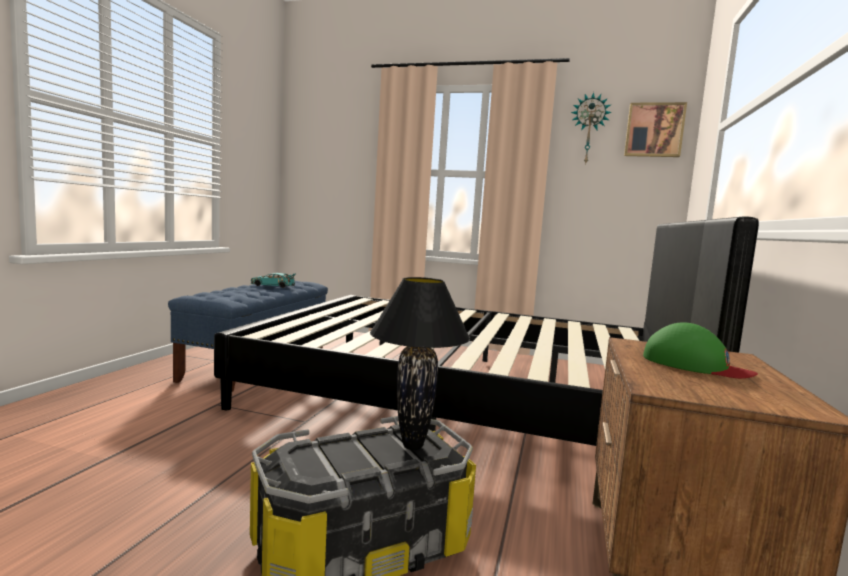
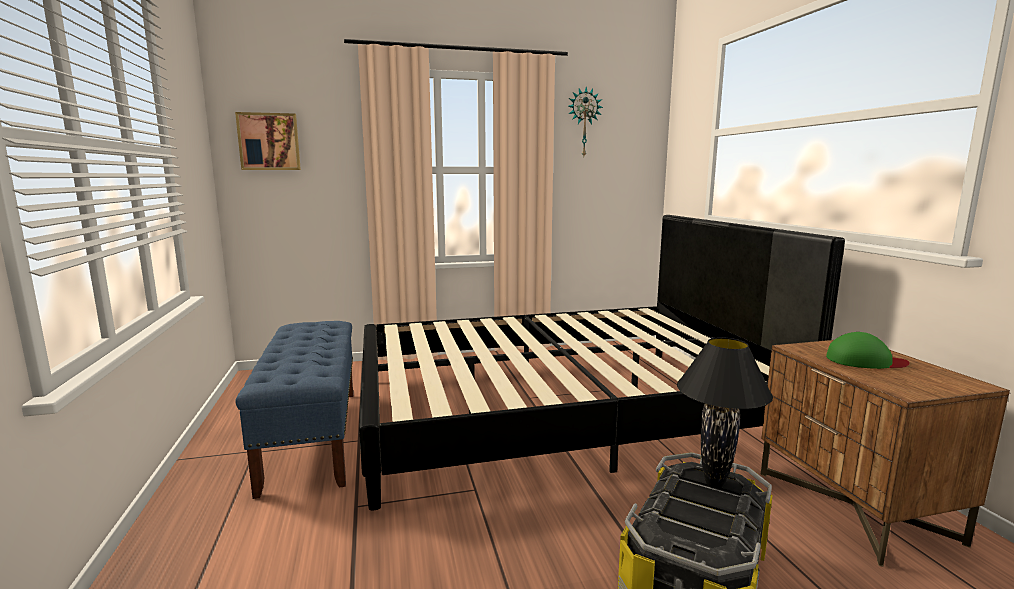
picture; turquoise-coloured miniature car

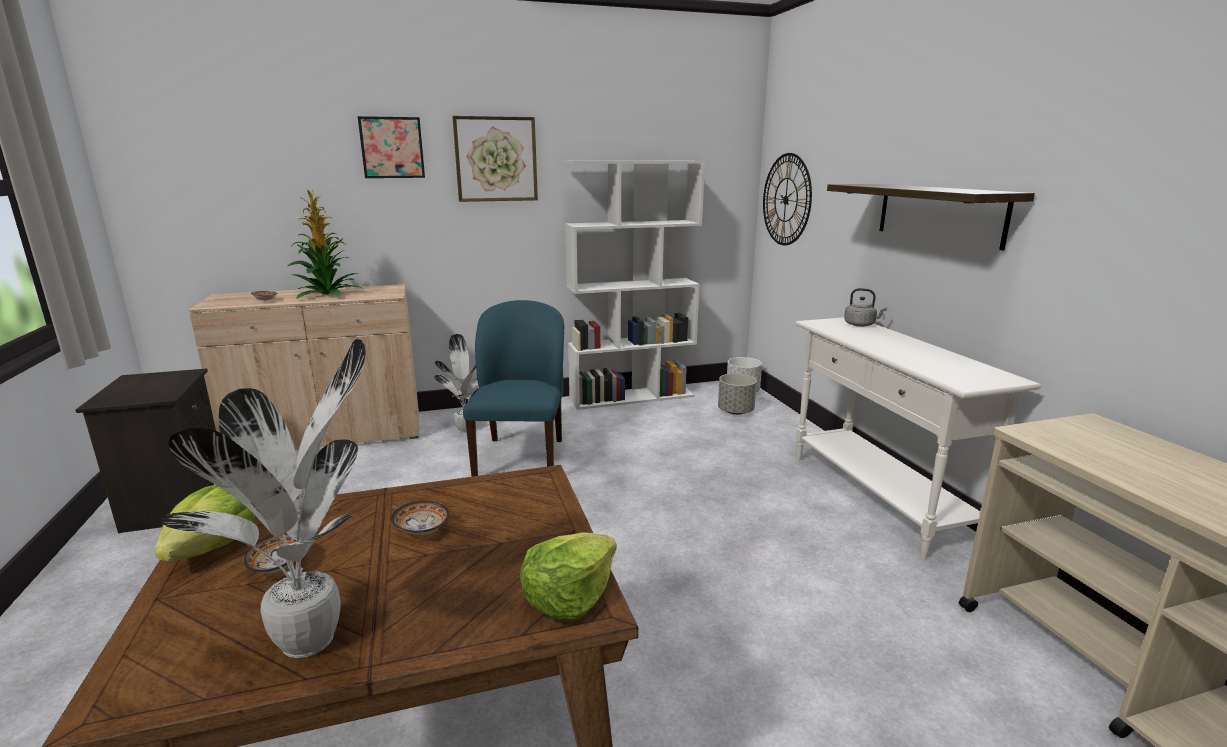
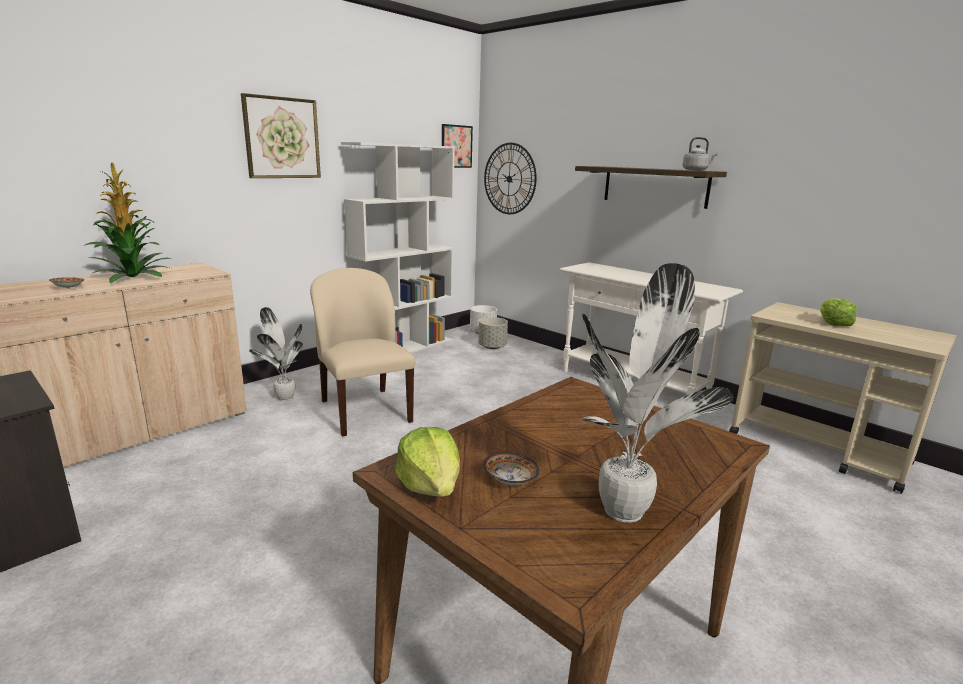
picture (no. 2 from left); grey water kettle; beige-coloured chair; bowl (no. 3 from left in the first image); head of lettuce (no. 2 from left)

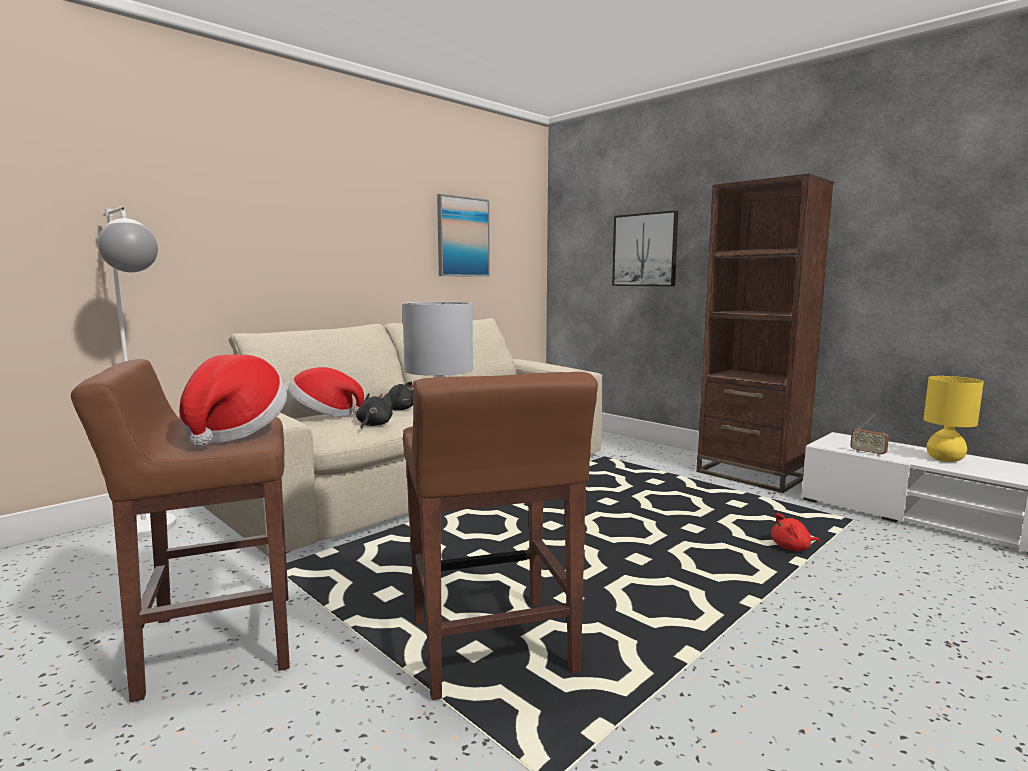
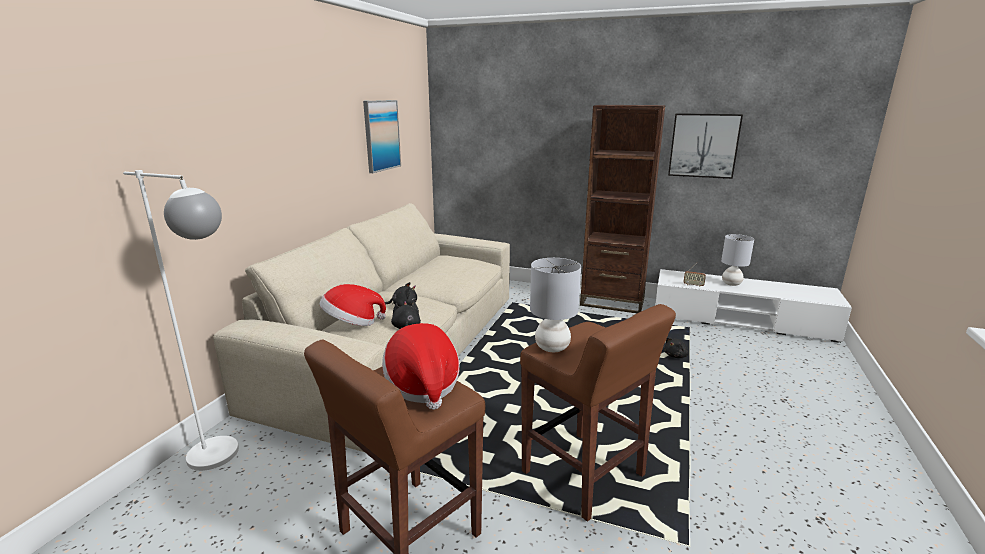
picture (no. 2 from left); grey lamp for a table (no. 2 from left); black-coloured soft toy (no. 3 from left)

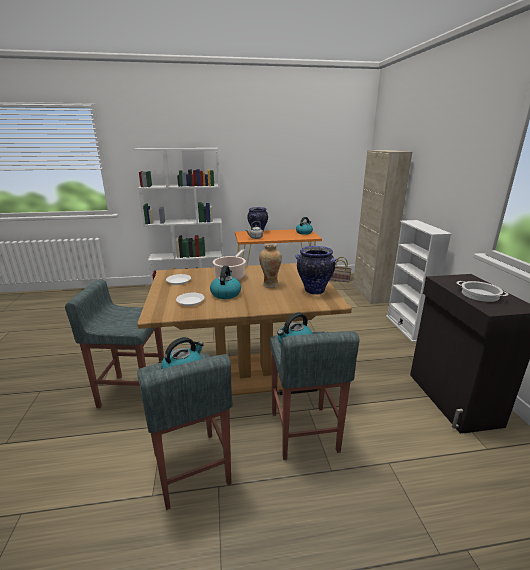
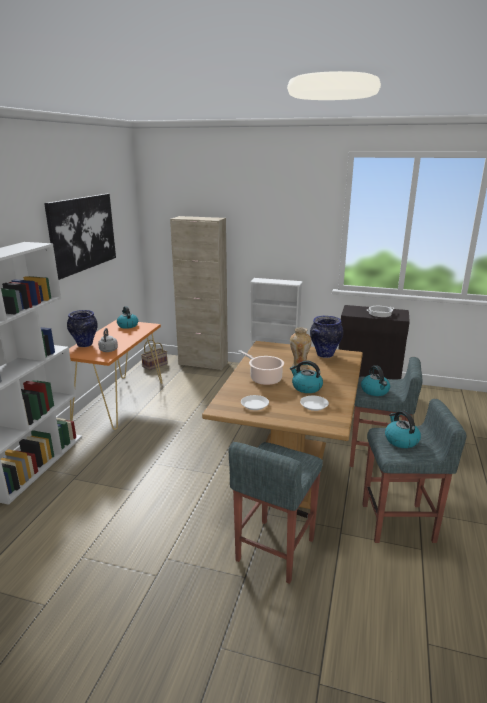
picture

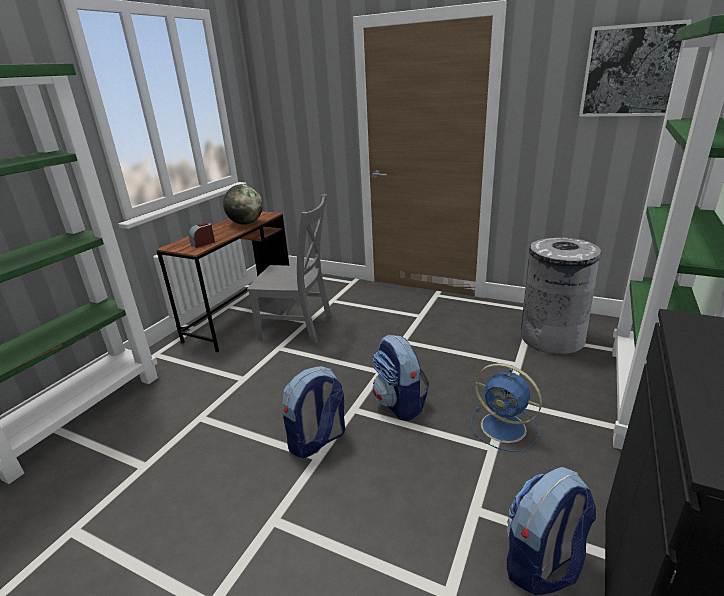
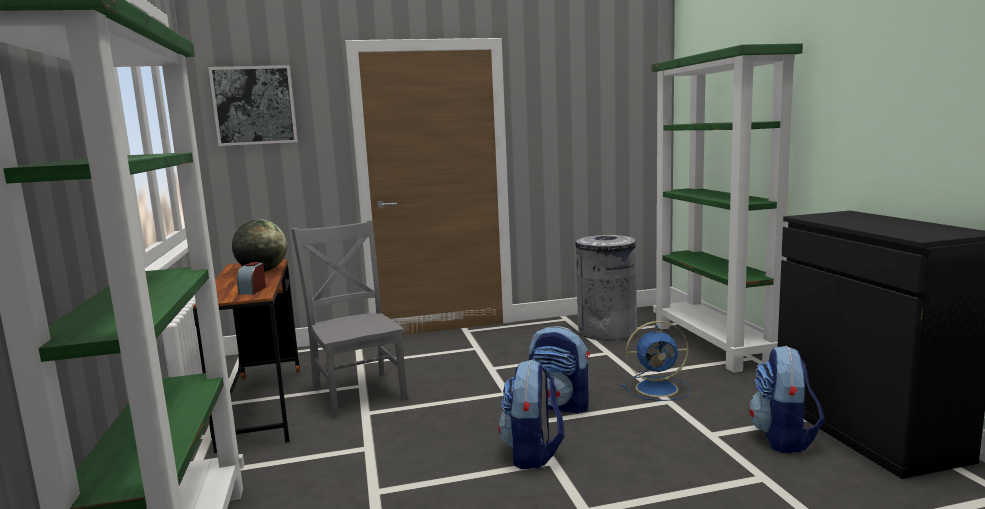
picture; grey chair

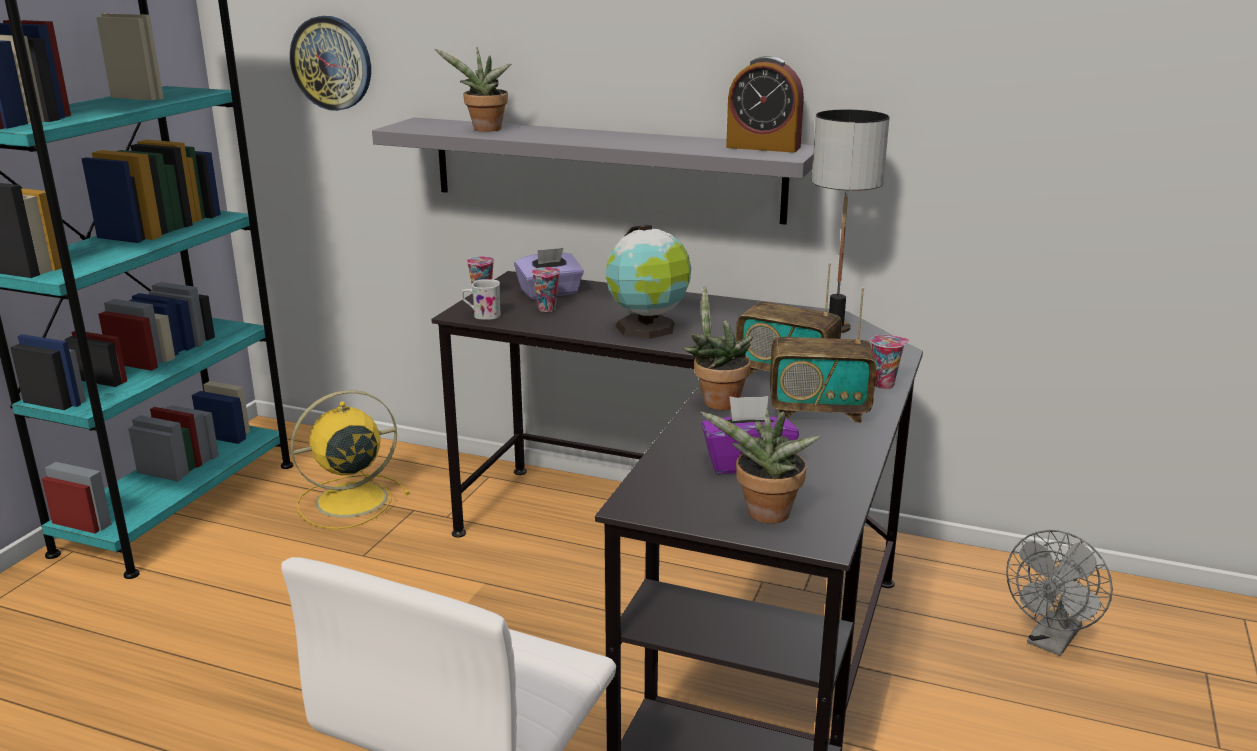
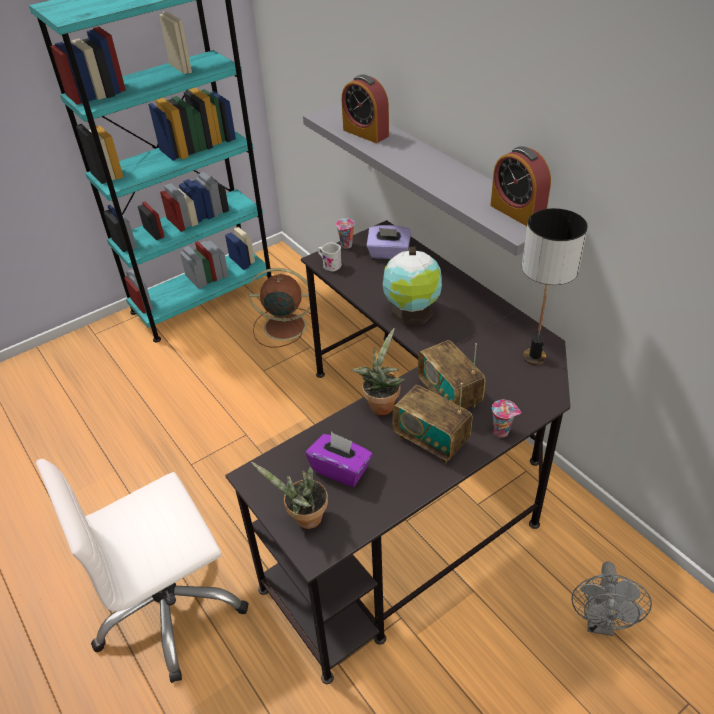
clock on the wall; table clock (no. 1 from left); drinking cup (no. 2 from left in the first image); brownish fan; grey fan

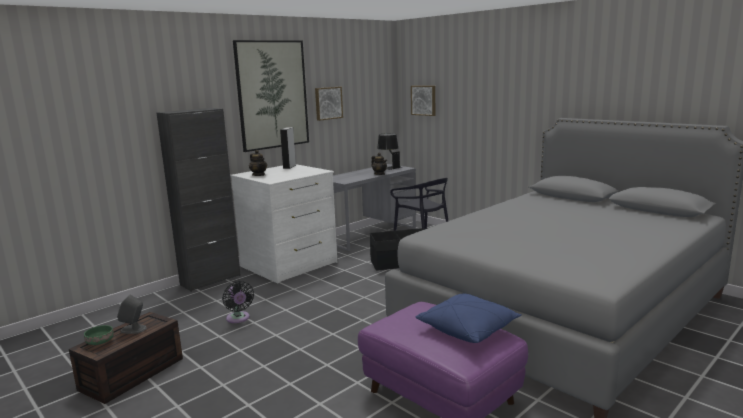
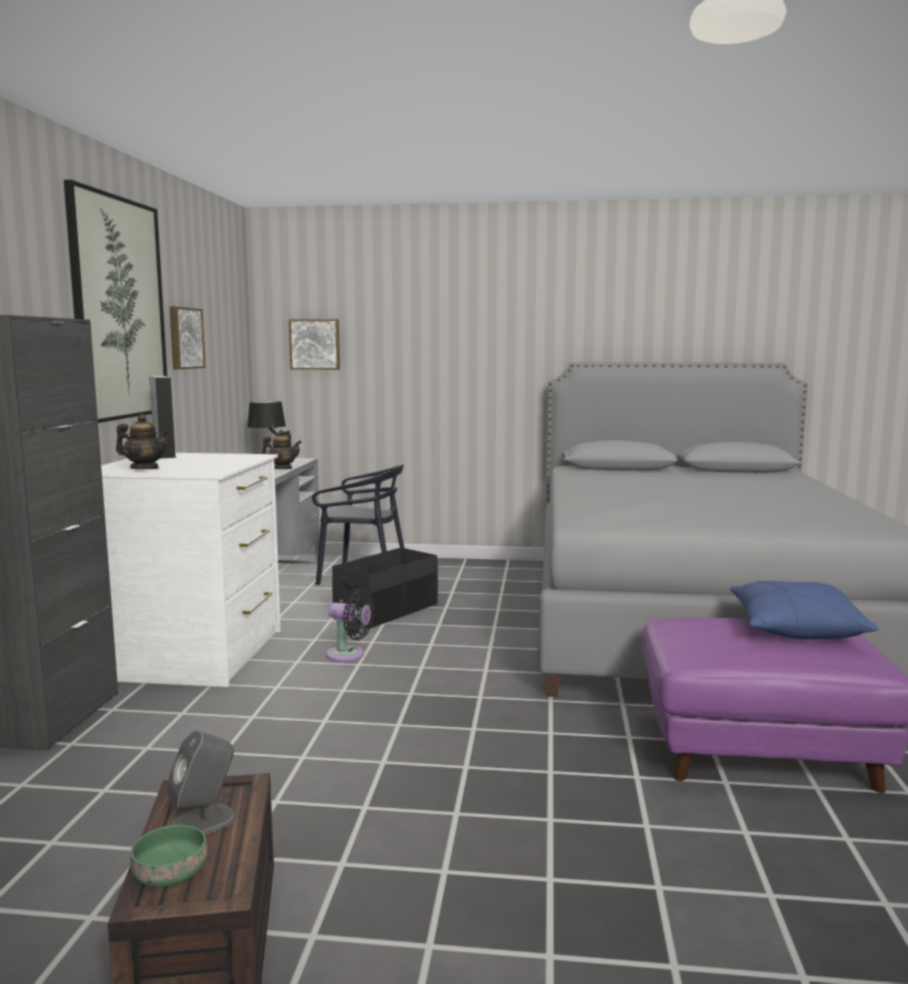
black-coloured fan

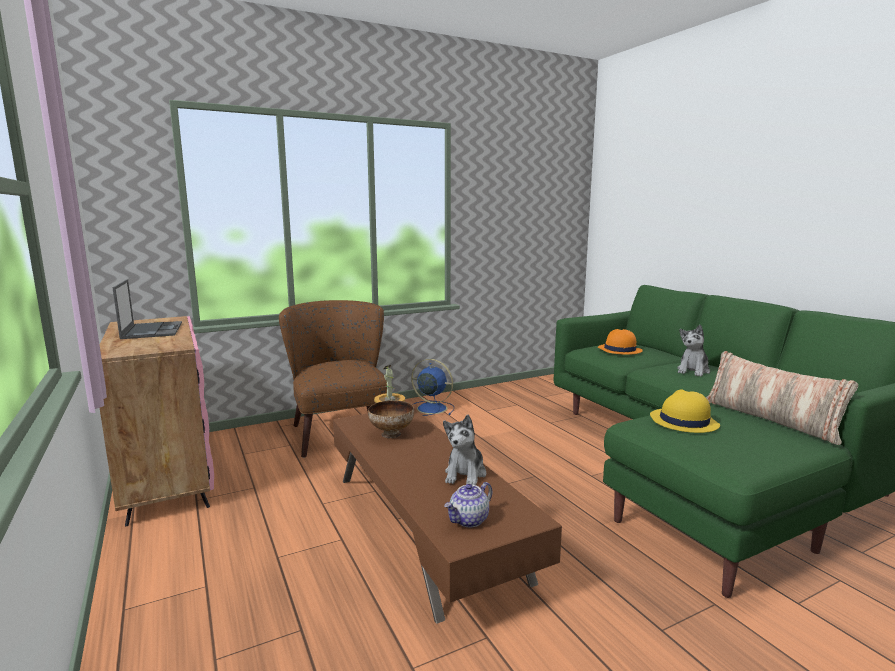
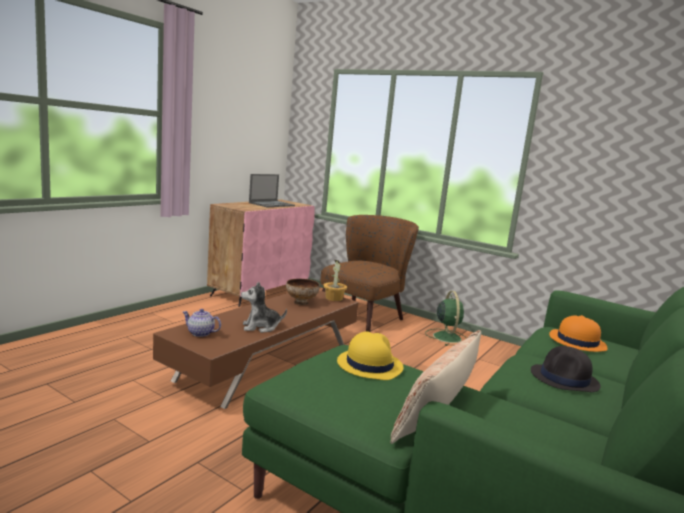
black-coloured clothing hat; green fan

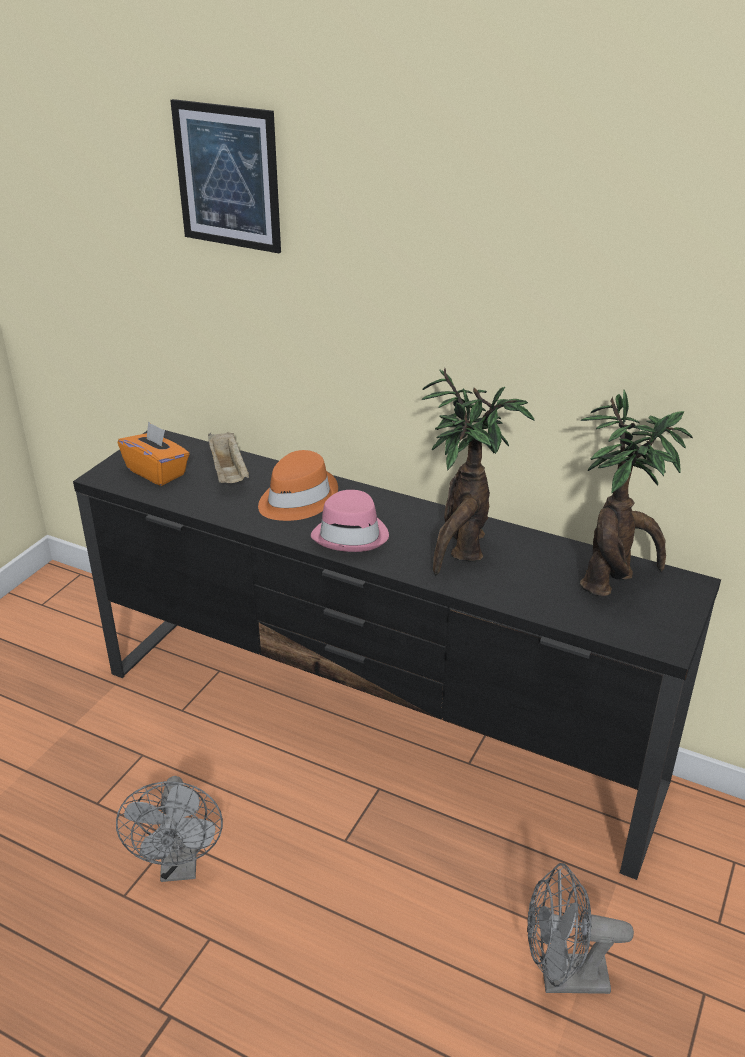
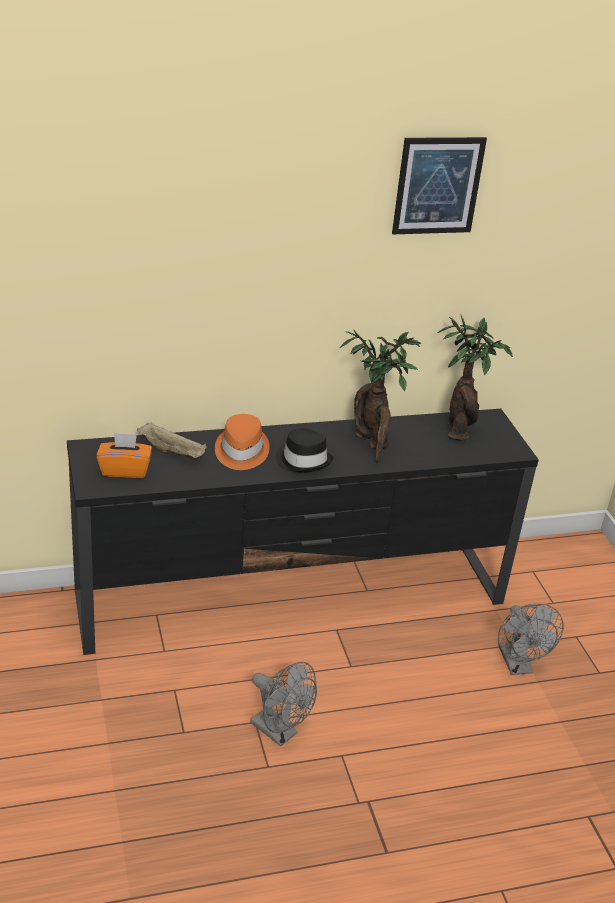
picture; black-coloured clothing hat; grey fan (no. 2 from left)

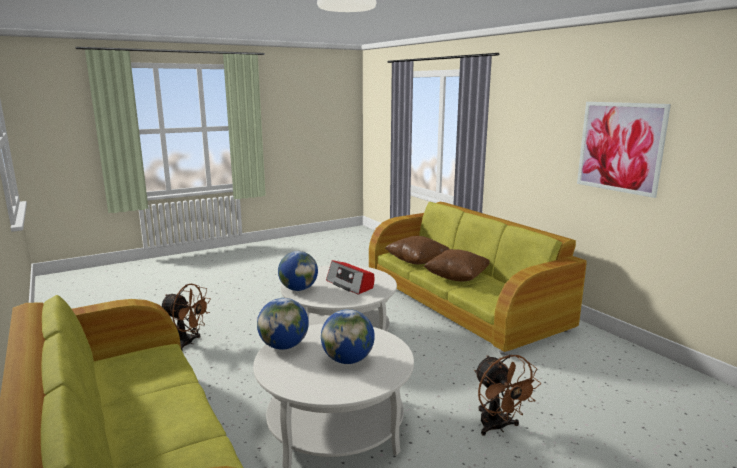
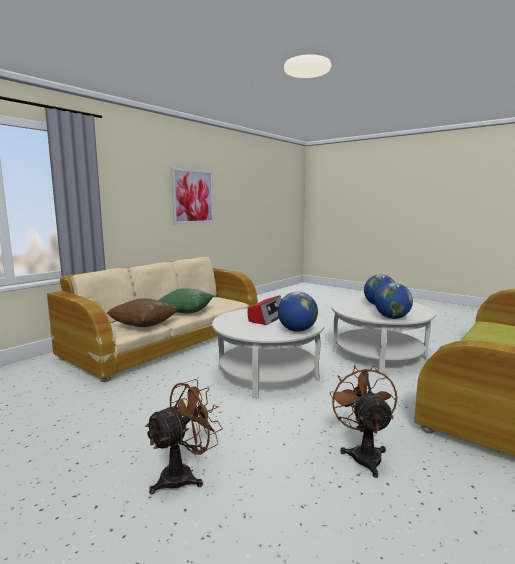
beige-coloured settee; green throw pillow; brownish fan (no. 1 from left)

